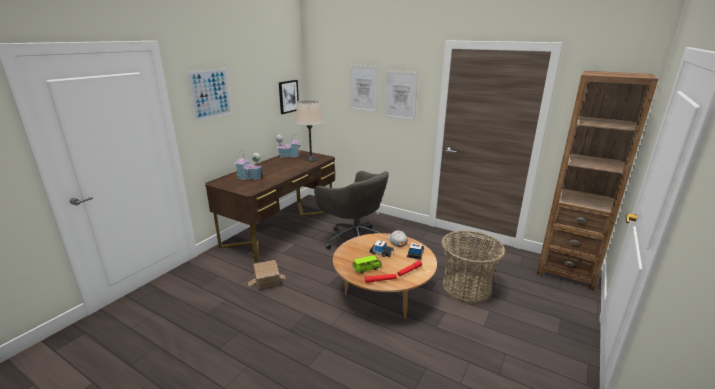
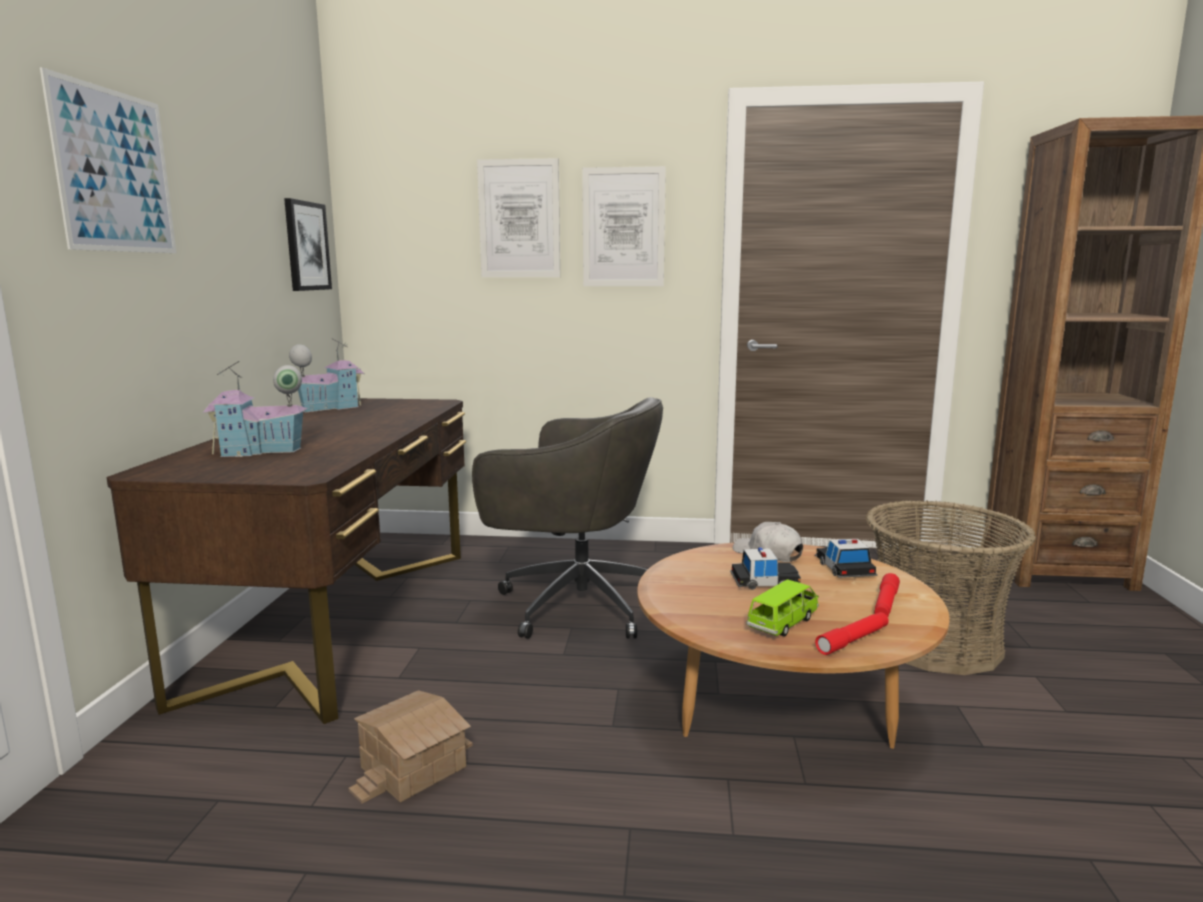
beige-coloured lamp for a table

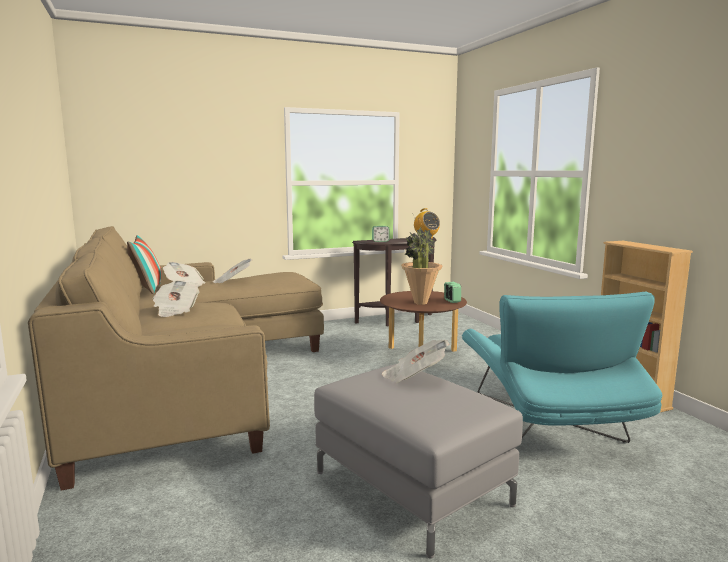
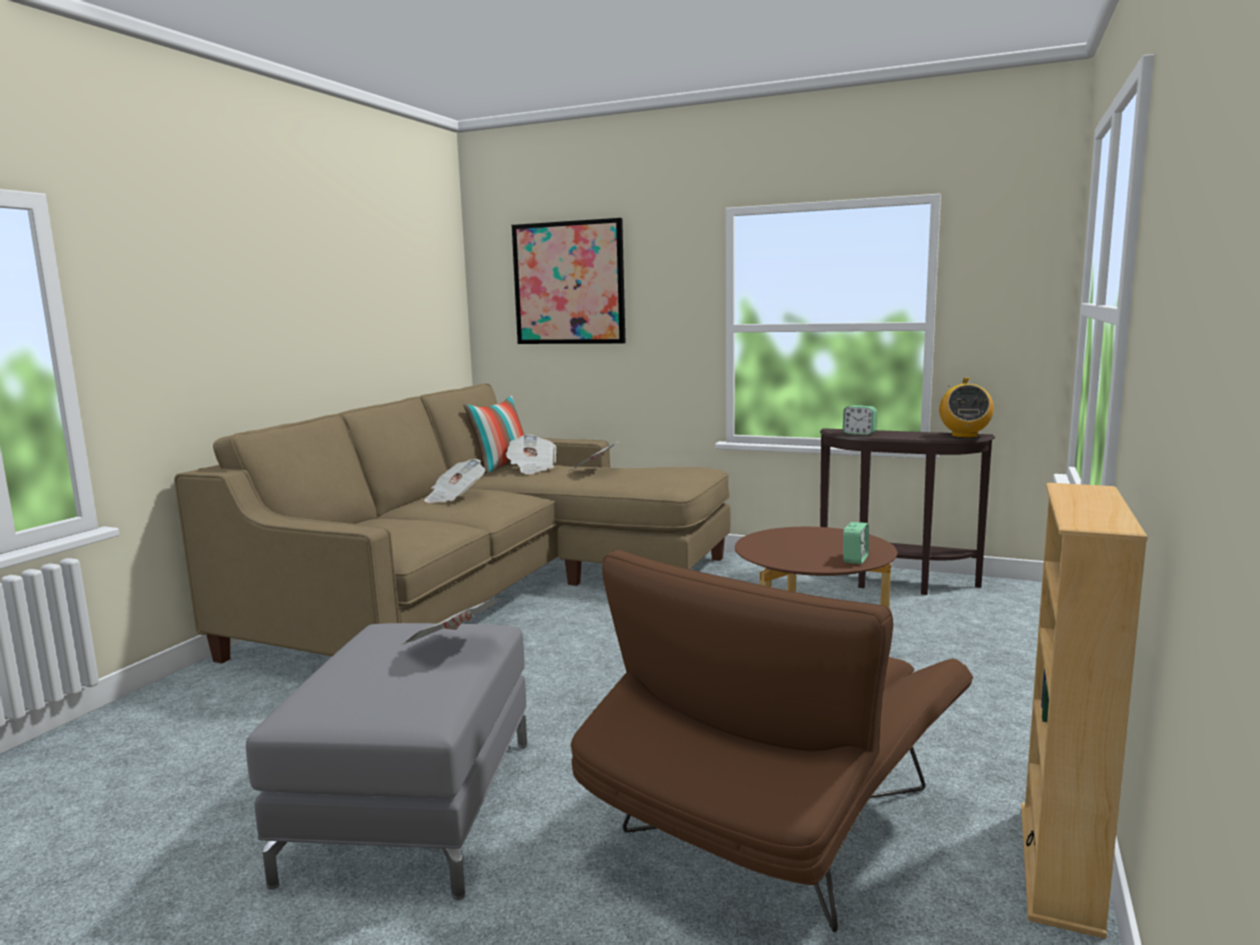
houseplant; brownish easy chair; picture

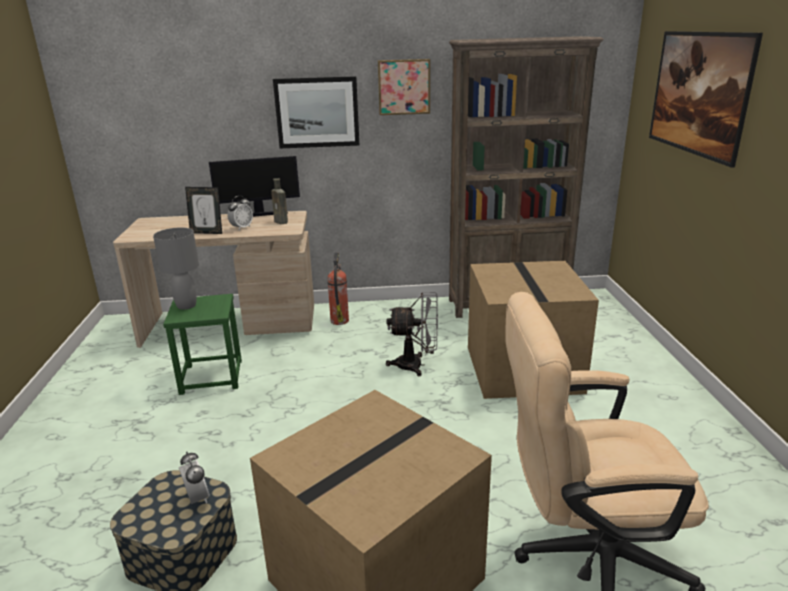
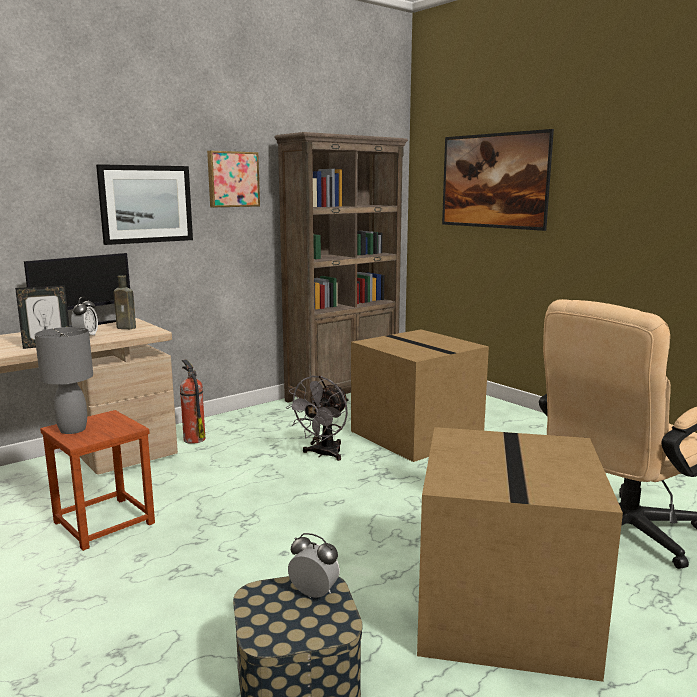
grey fan; brownish stool seat

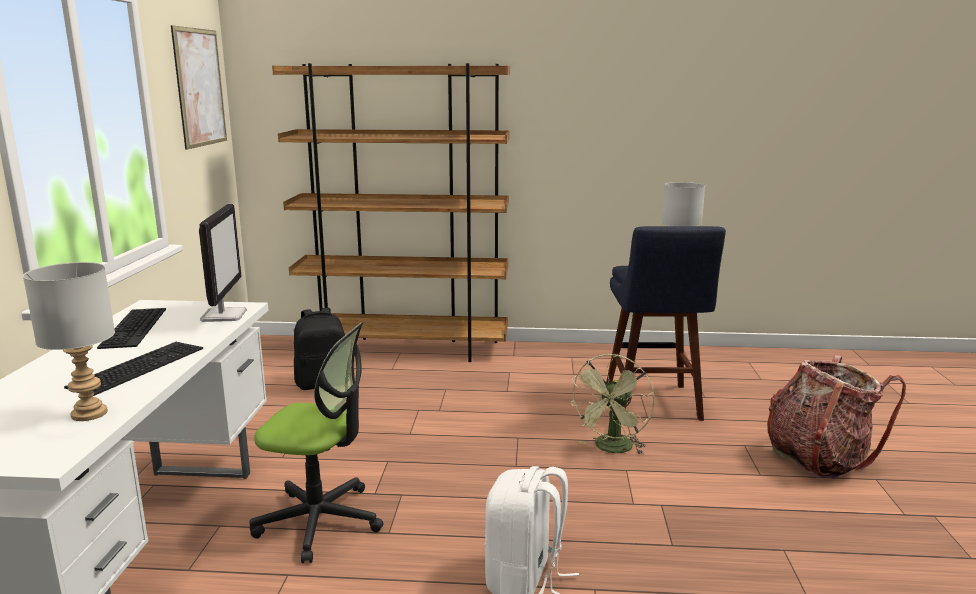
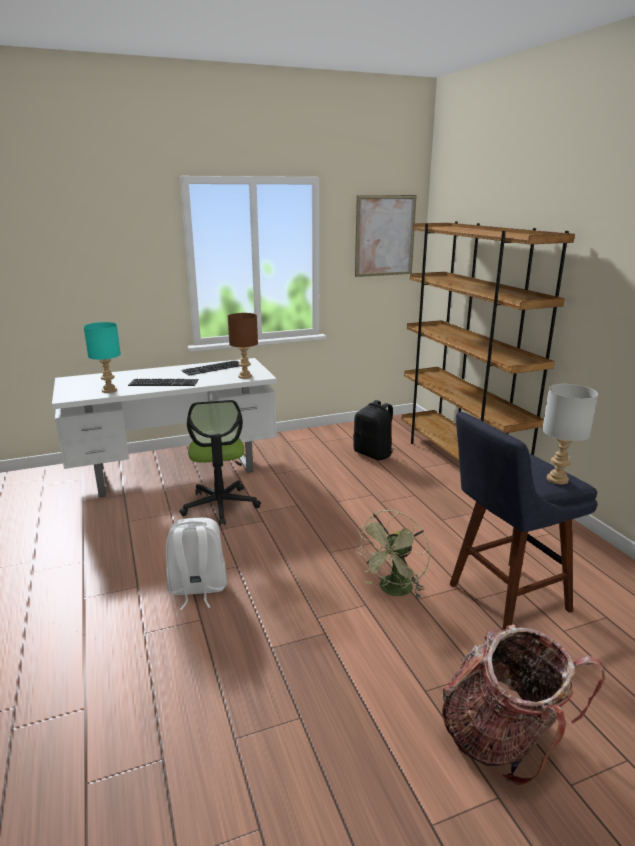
brownish lamp for a table; turquoise-coloured lamp for a table; green fan

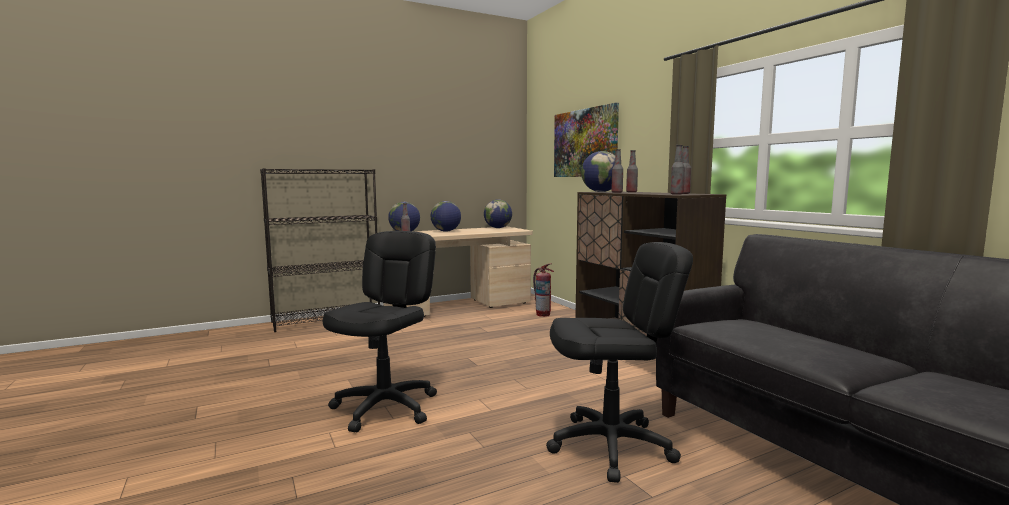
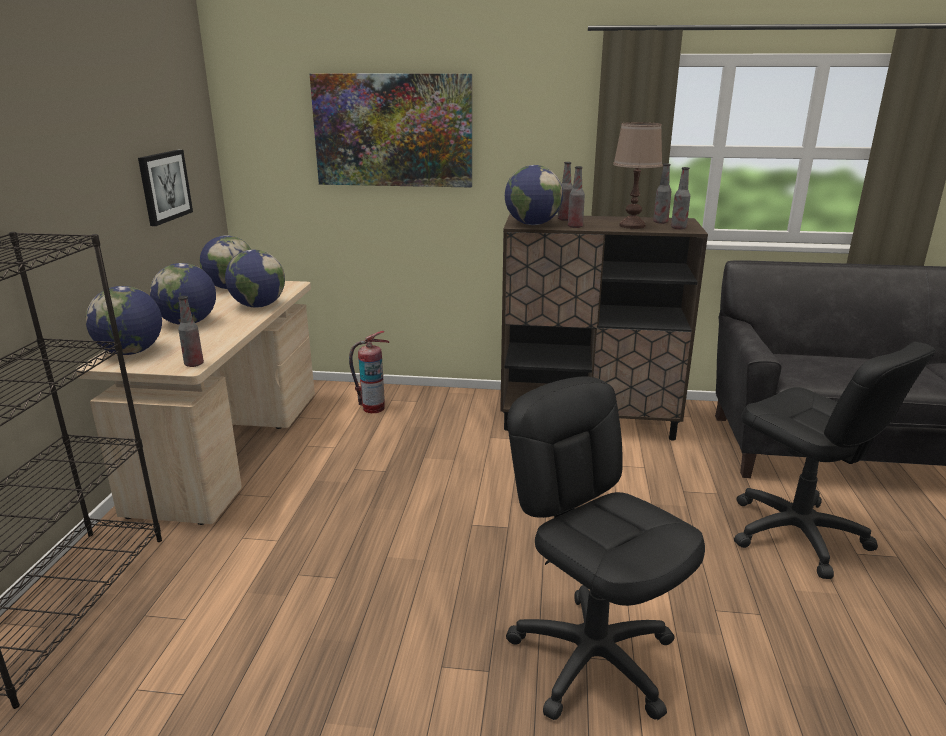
black-coloured computer chair (no. 2 from left); brownish lamp for a table; picture (no. 1 from left); world globe (no. 4 from left)

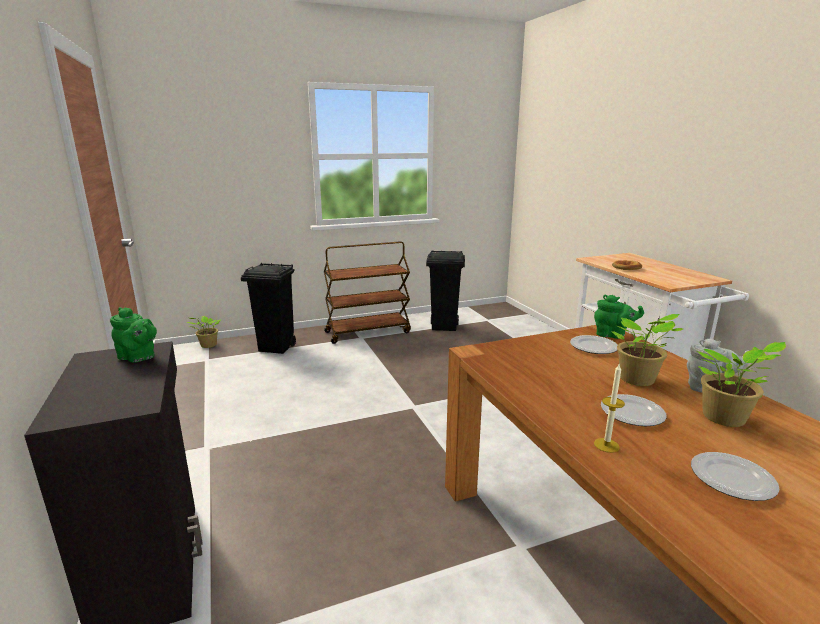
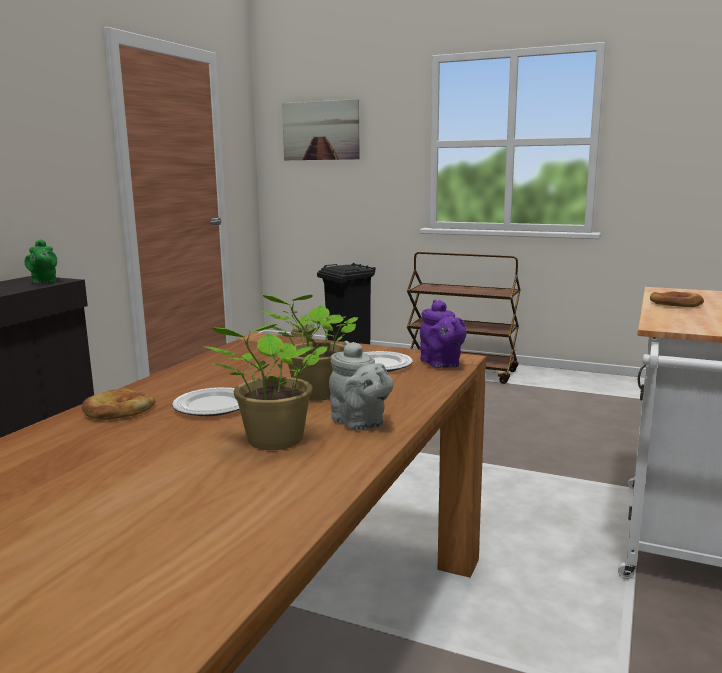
black-coloured waste bin (no. 2 from left in the first image); purple pot for tea; bread (no. 1 from left); flat dish (no. 3 from left in the first image); picture

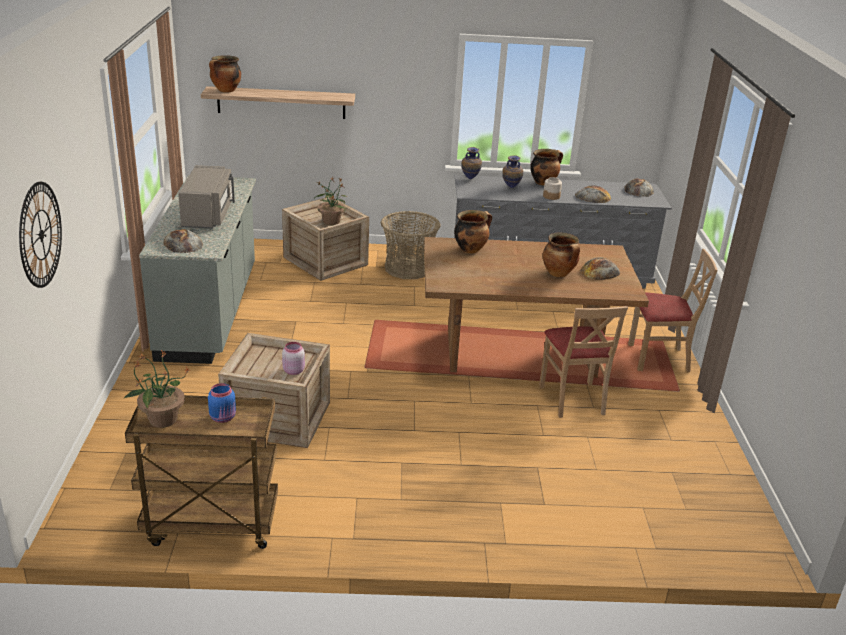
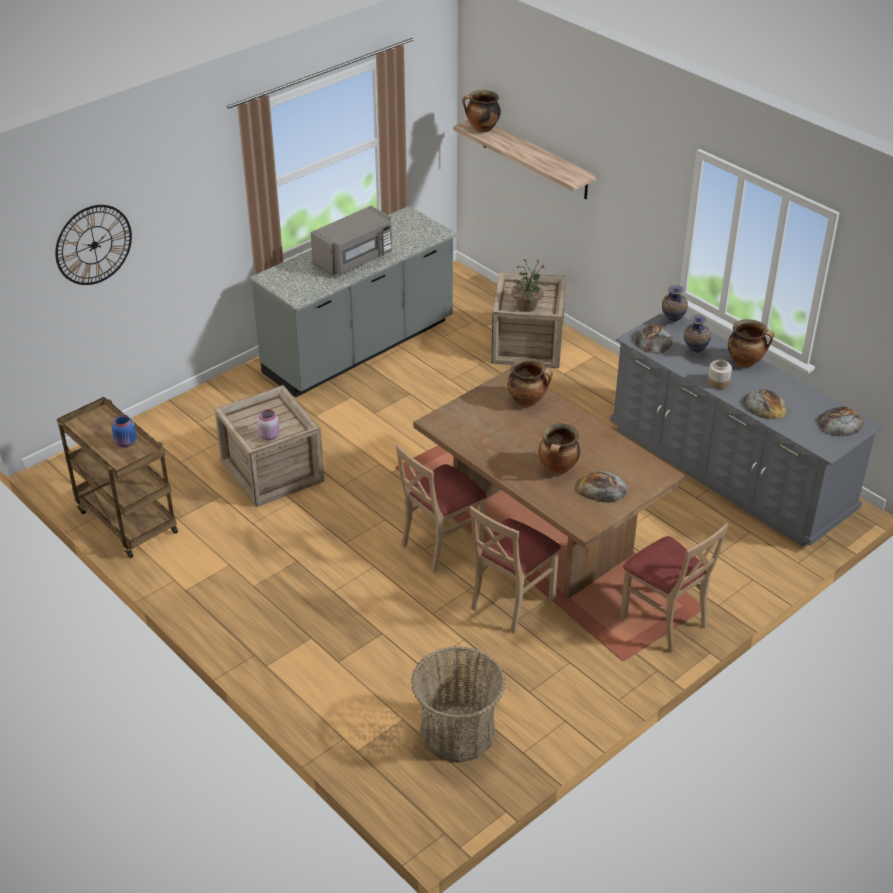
basket; bread (no. 2 from left); houseplant (no. 1 from left in the first image); beige-coloured chair (no. 1 from left)

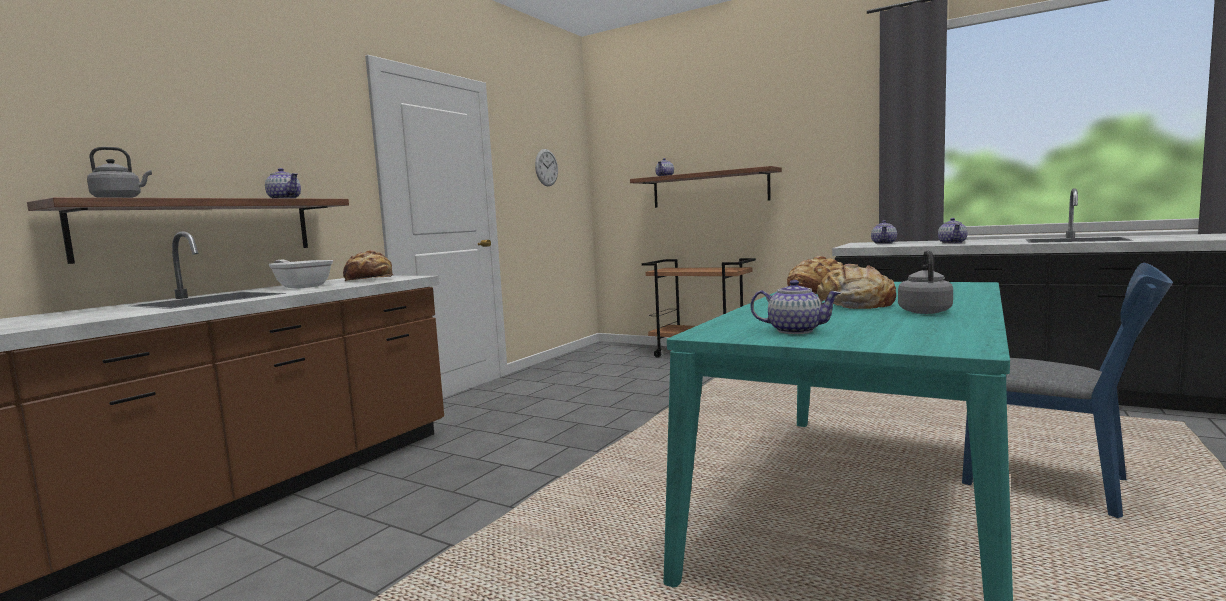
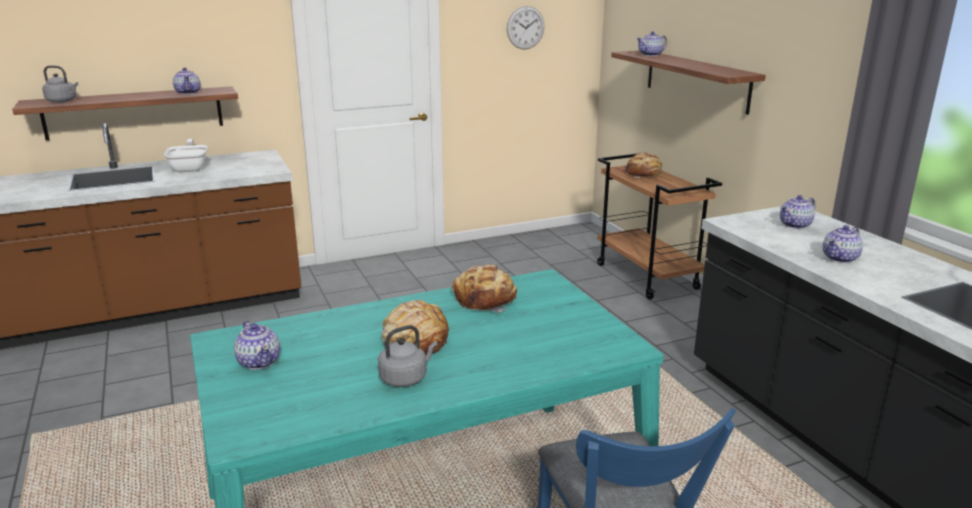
bread (no. 3 from left)

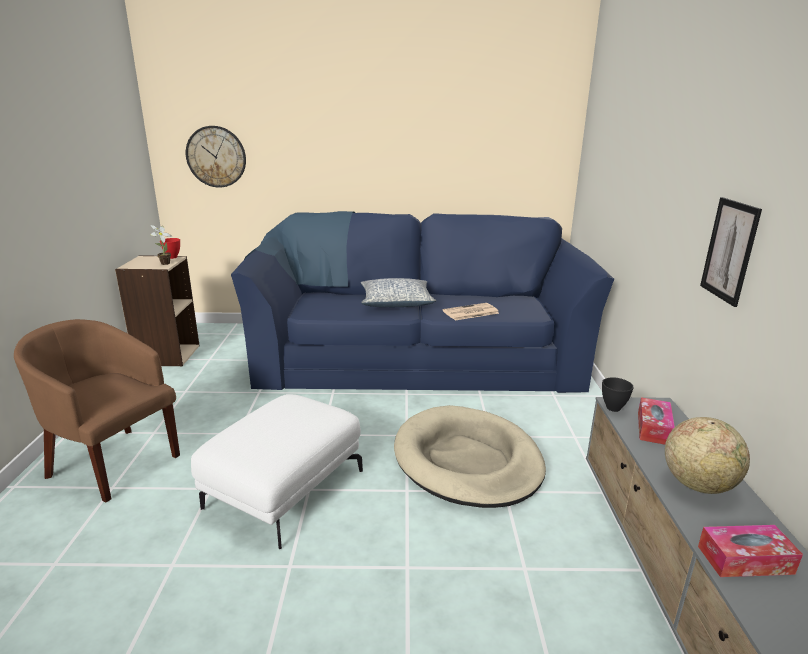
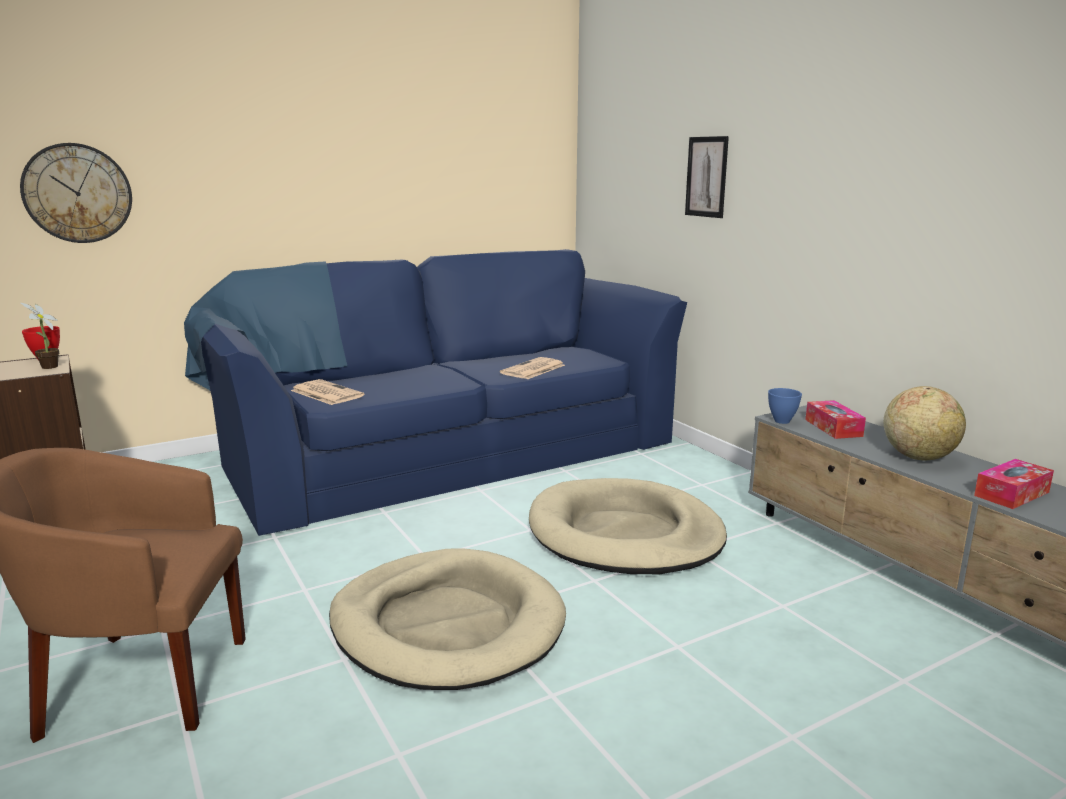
picture; throw pillow; bluish bowl; beige-coloured dog bed (no. 1 from left); daily paper (no. 1 from left)

